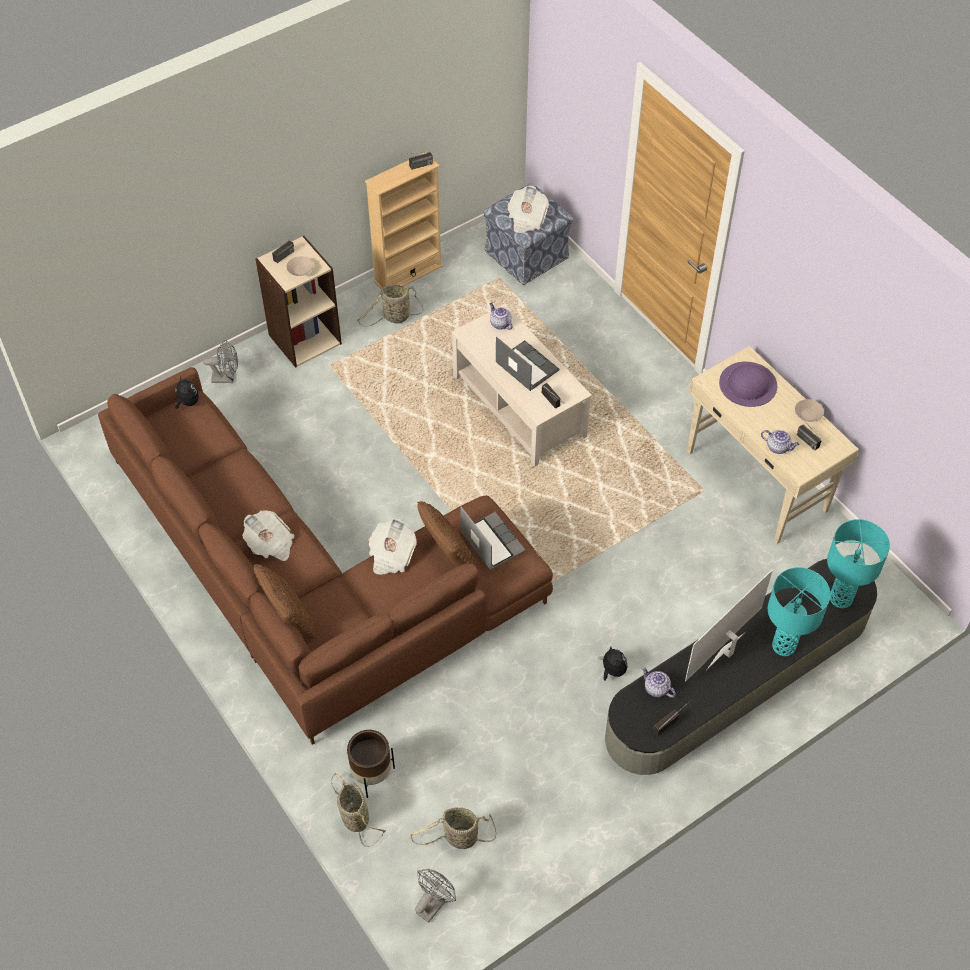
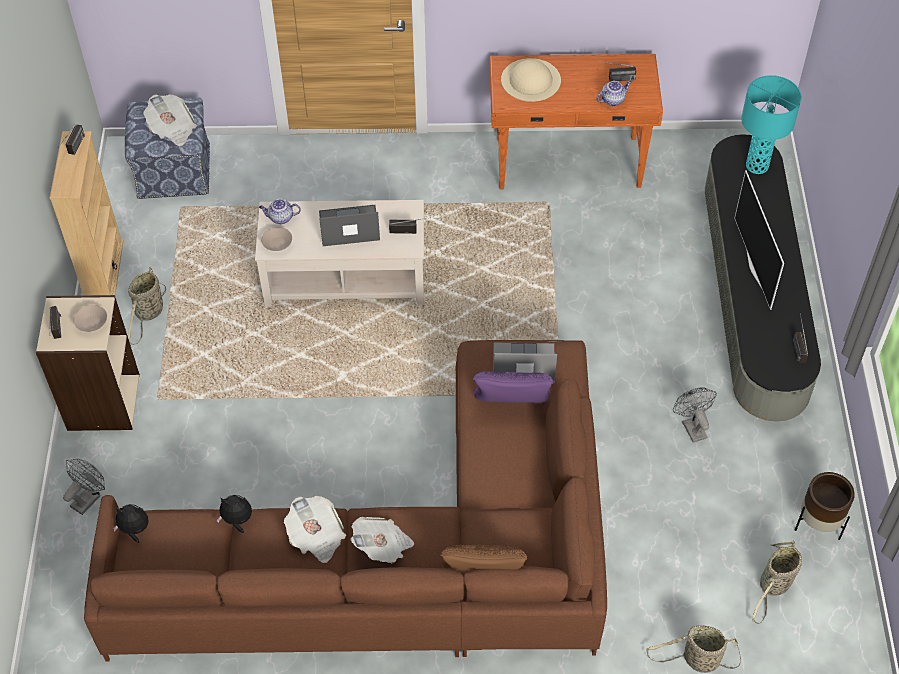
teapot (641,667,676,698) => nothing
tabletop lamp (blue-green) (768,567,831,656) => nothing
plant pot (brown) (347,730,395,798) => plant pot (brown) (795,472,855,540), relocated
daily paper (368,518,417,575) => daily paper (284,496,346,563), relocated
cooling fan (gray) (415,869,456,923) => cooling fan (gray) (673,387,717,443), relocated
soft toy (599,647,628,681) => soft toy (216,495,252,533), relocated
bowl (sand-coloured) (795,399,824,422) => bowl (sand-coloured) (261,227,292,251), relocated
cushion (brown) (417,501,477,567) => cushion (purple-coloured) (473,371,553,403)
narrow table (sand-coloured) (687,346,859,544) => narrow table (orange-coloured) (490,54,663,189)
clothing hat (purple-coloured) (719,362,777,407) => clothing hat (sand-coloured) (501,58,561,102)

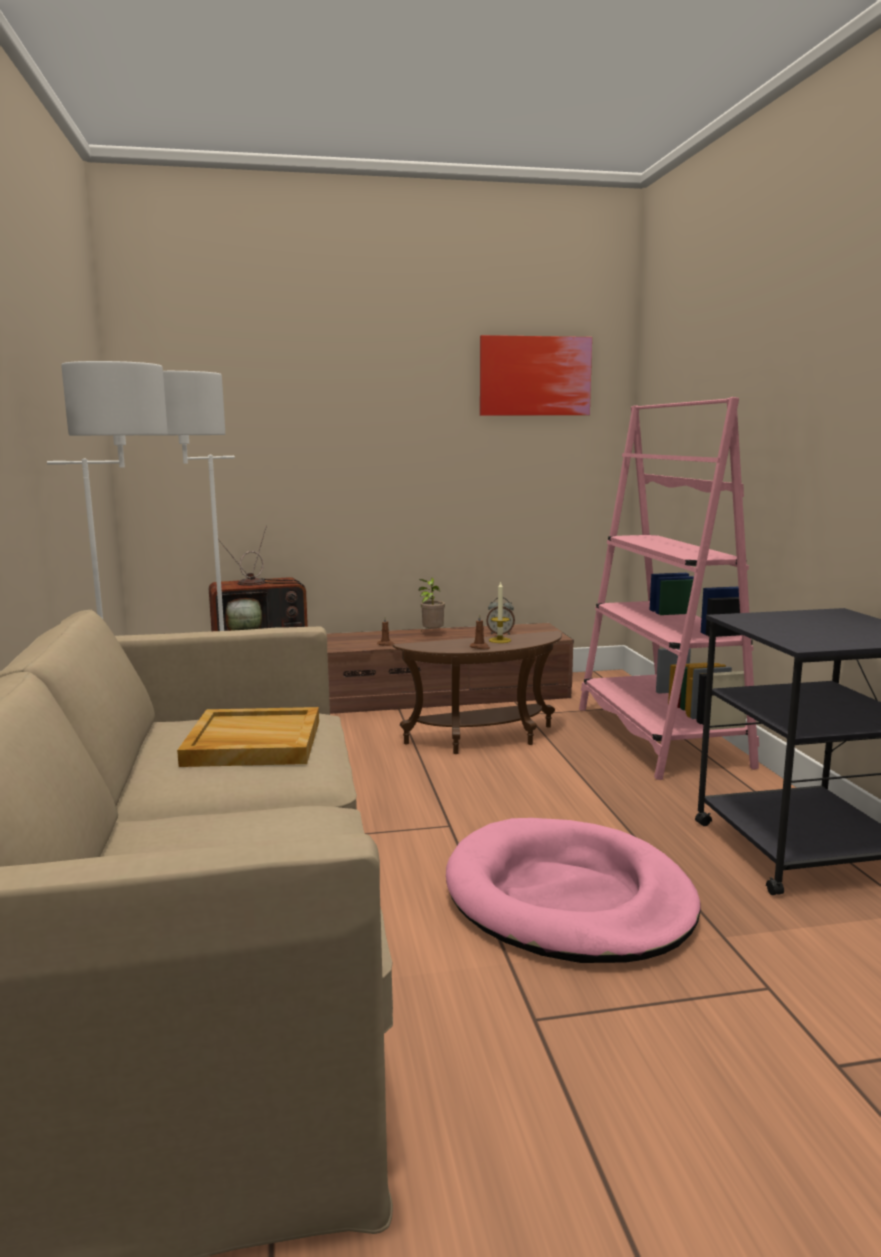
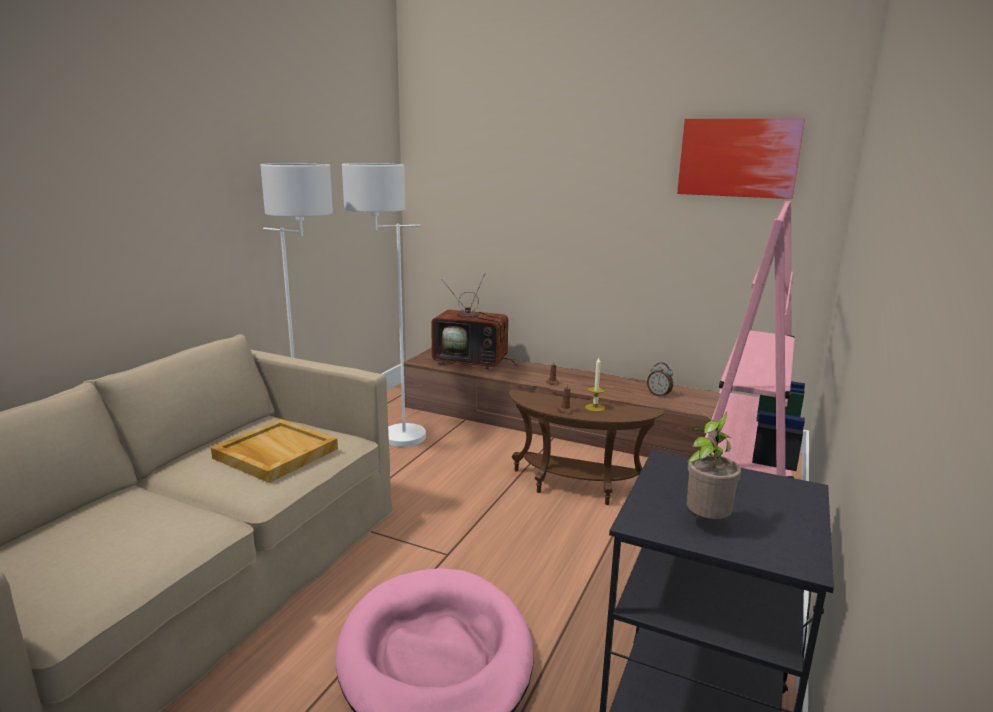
plant in a pot (419,578,445,631) => plant in a pot (687,409,741,519), relocated

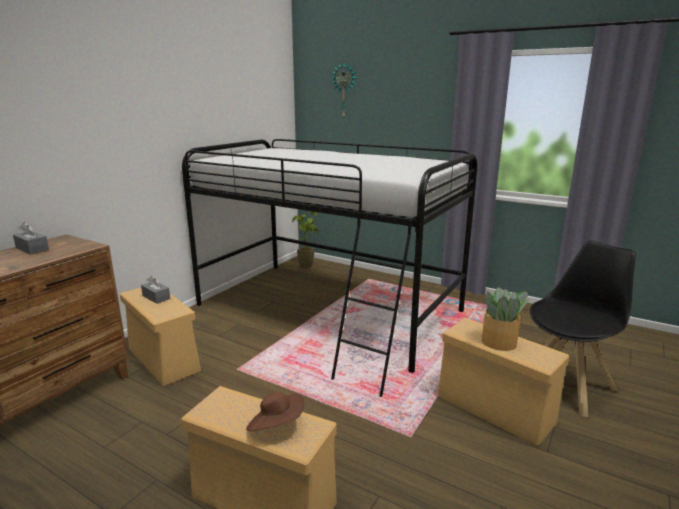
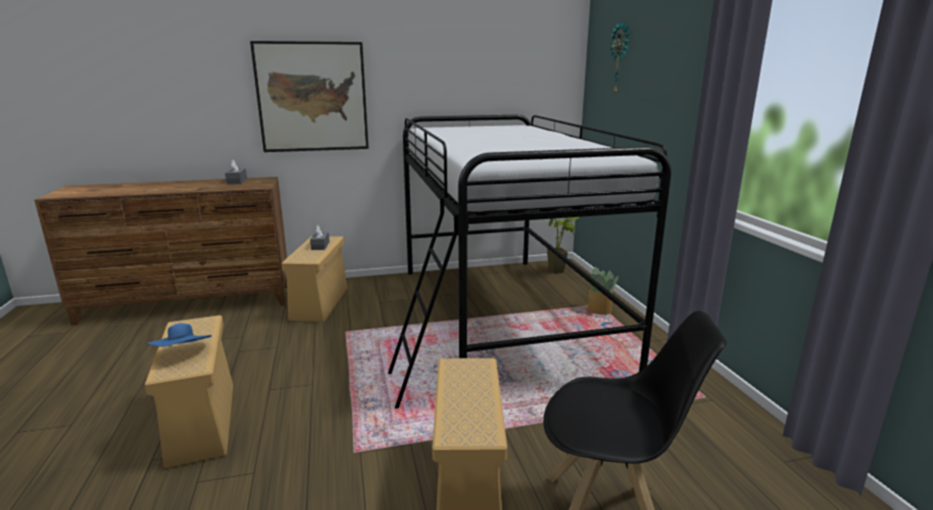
nothing => picture (250,41,369,152)
plant in a pot (482,287,530,351) => plant in a pot (586,267,619,315), relocated
clothing hat (brown) (246,392,304,431) => clothing hat (blue-coloured) (147,323,212,347)

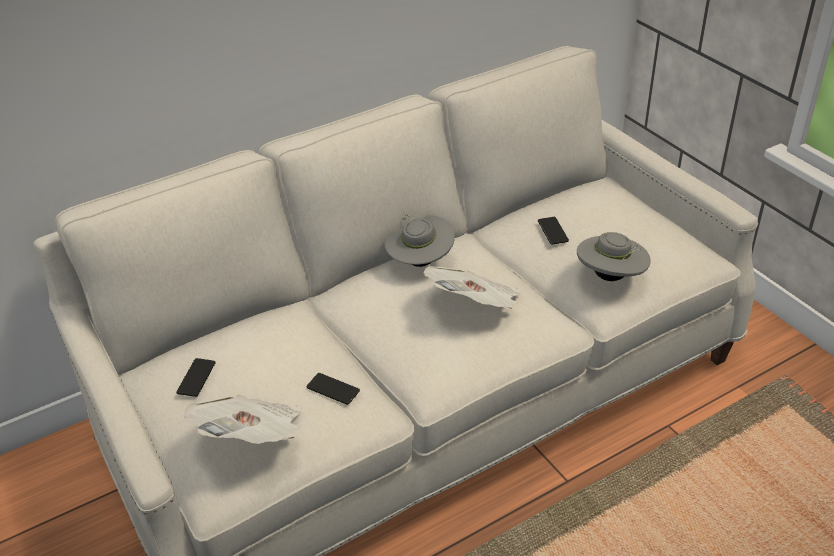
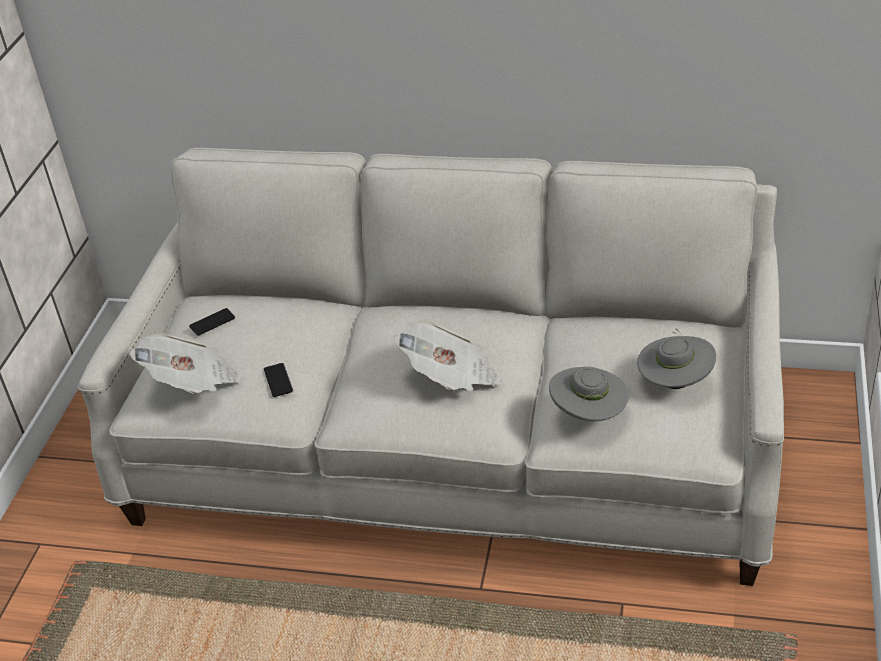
phone (538,217,569,245) => nothing
clothing hat (gray) (384,214,455,267) => clothing hat (gray) (637,329,716,389), relocated

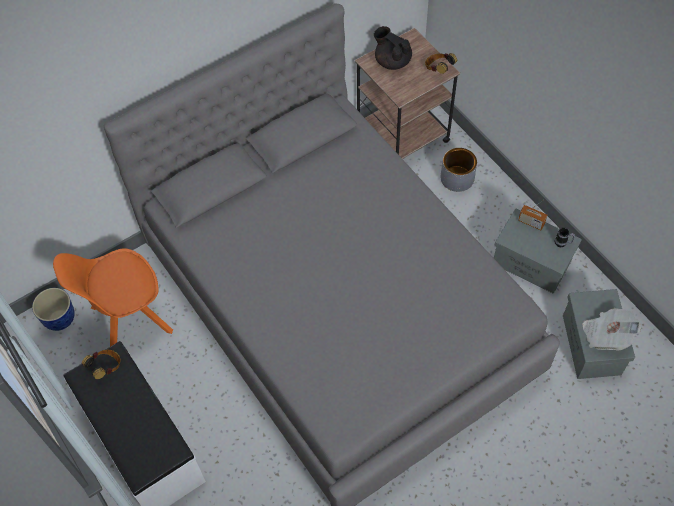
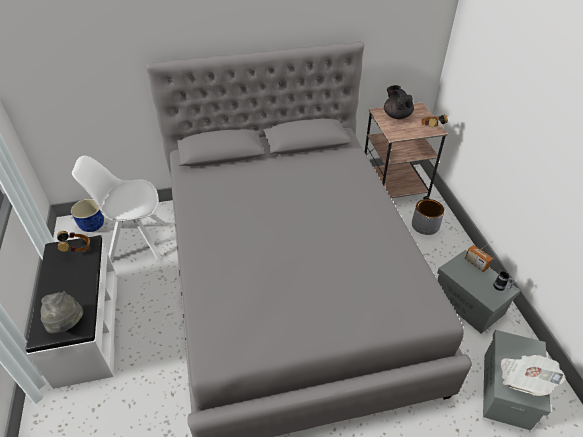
nothing => clothing hat (gray) (41,291,83,333)
plain chair (orange-coloured) (53,249,173,347) => plain chair (white) (72,156,167,261)

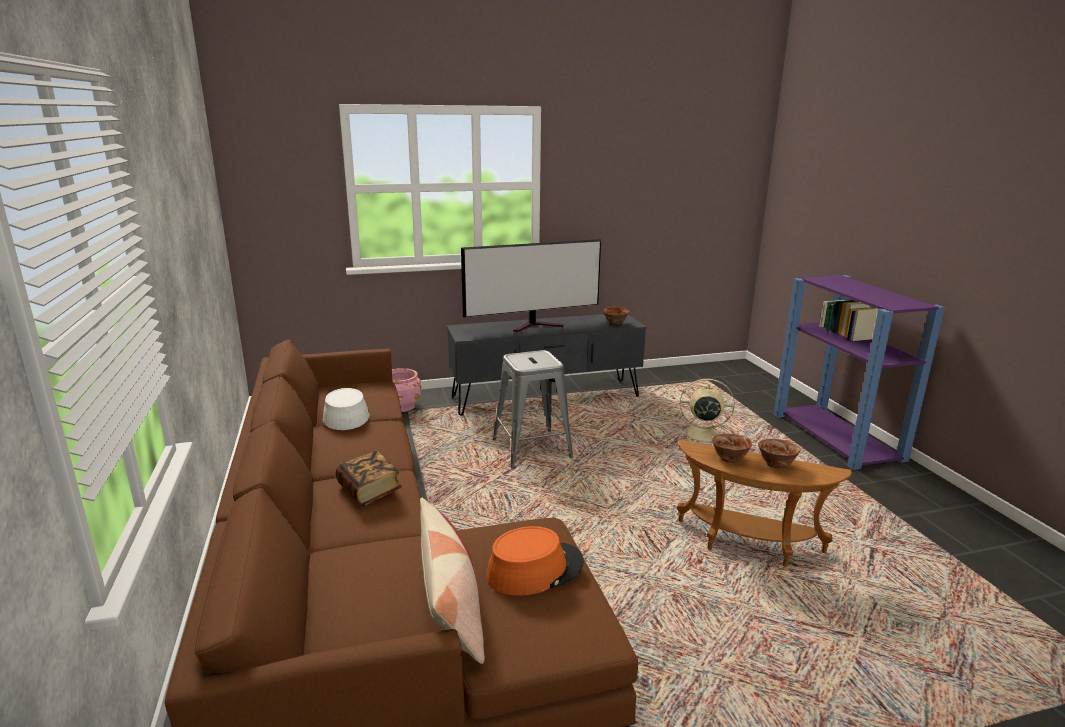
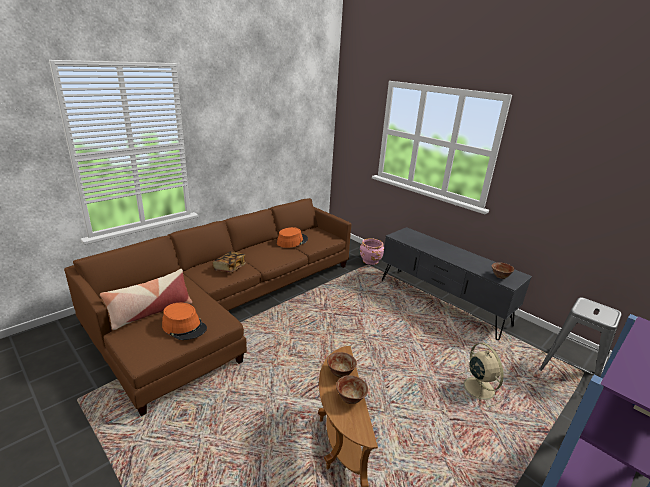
television (461,239,601,332) => nothing
stool seat (gray) (493,350,573,468) => stool seat (gray) (539,297,622,377), relocated
clothing hat (white) (323,388,370,430) => clothing hat (orange-coloured) (277,227,308,248)

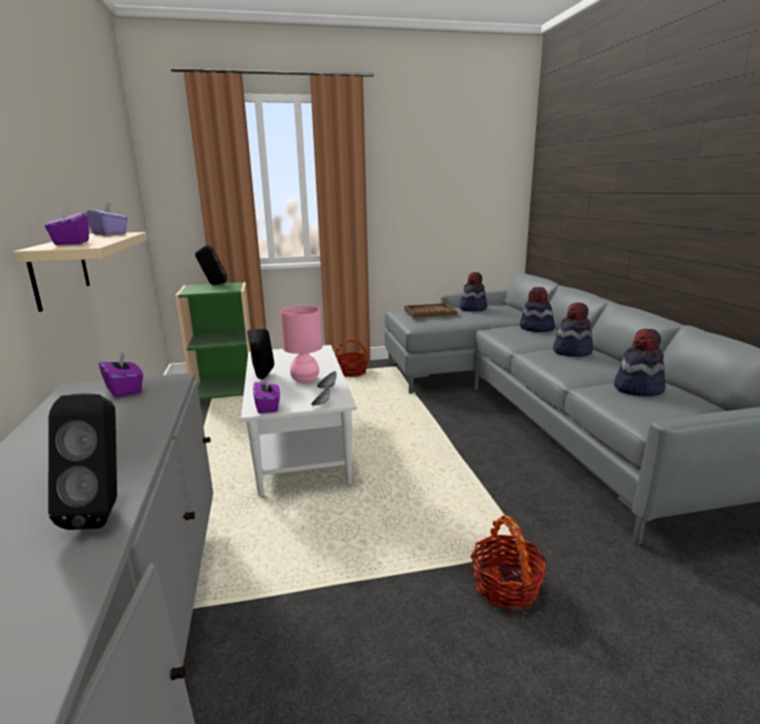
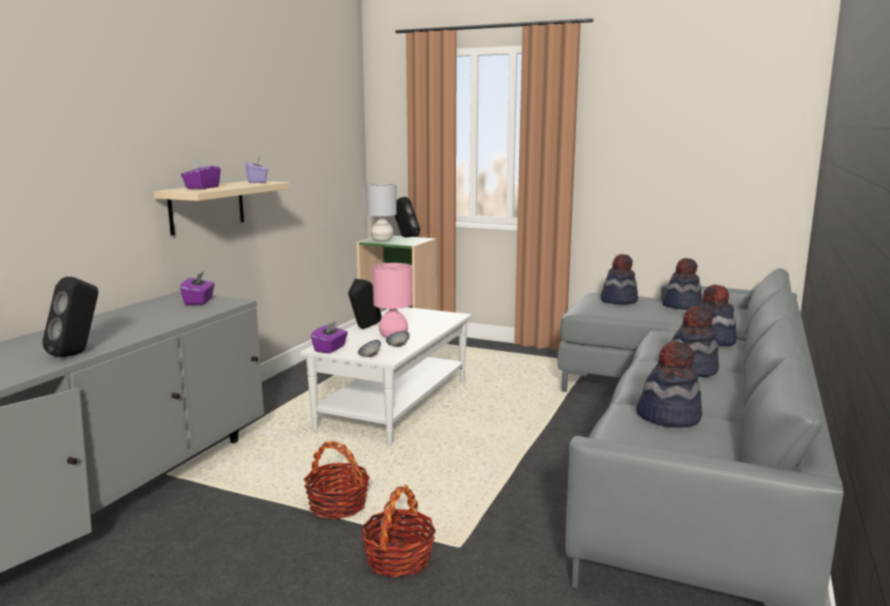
nothing => tabletop lamp (gray) (366,184,397,242)
household basket (335,339,369,377) => household basket (304,441,370,519), relocated
carrying tray (brown) (404,303,457,318) => clothing hat (601,254,638,305)

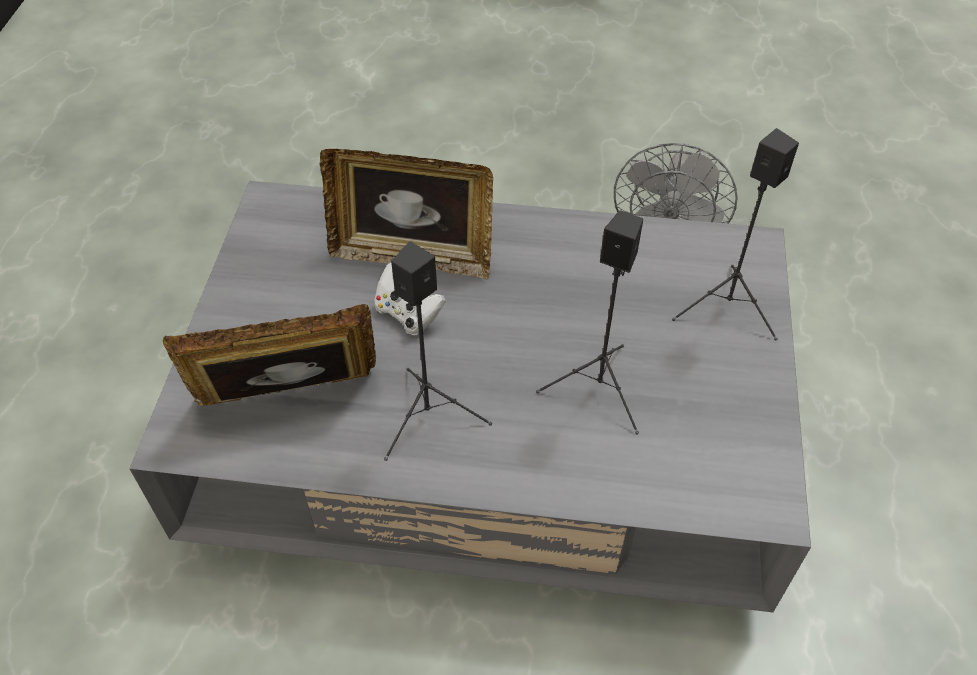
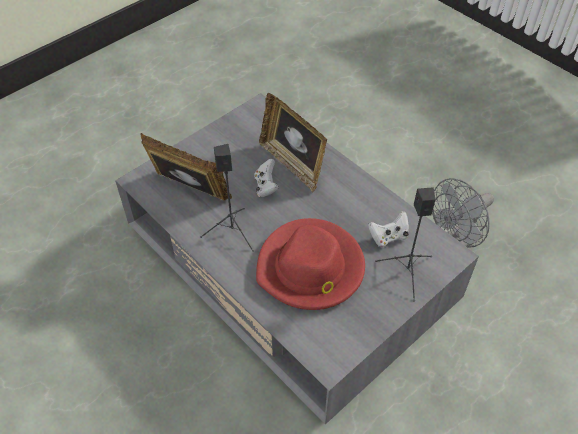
nothing => gamepad (white) (368,211,409,247)
audio speaker (black) (536,210,643,434) => clothing hat (red-coloured) (256,218,365,310)

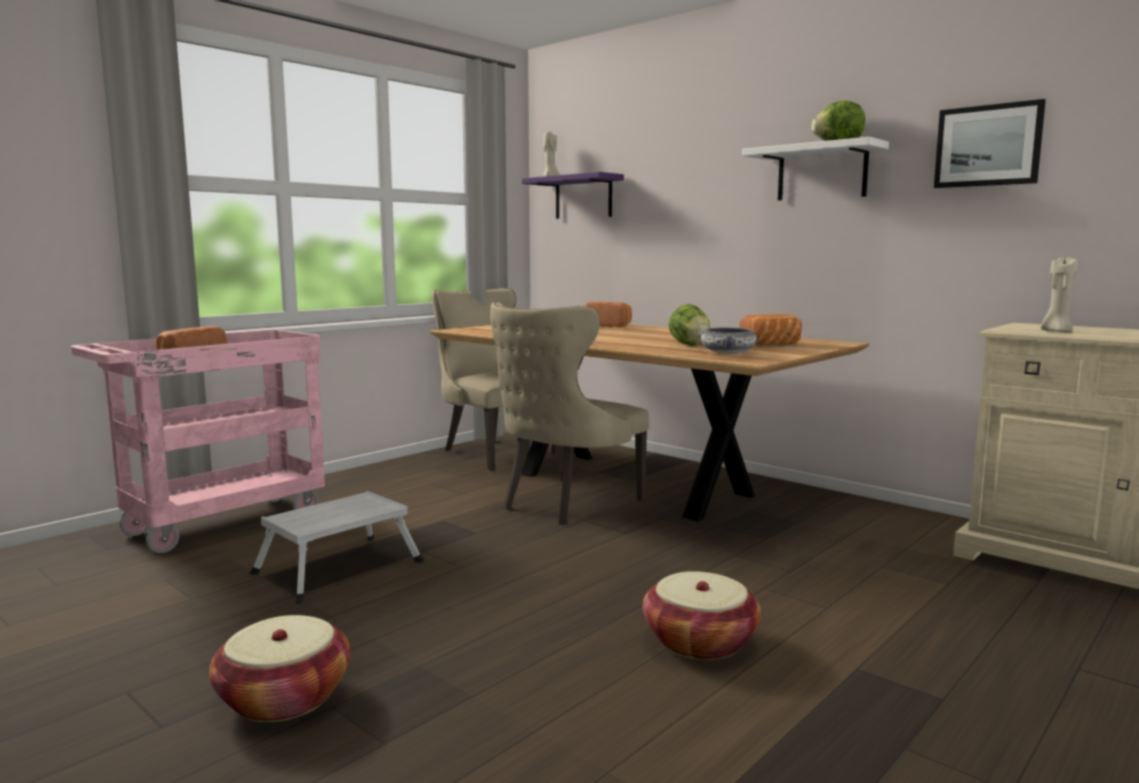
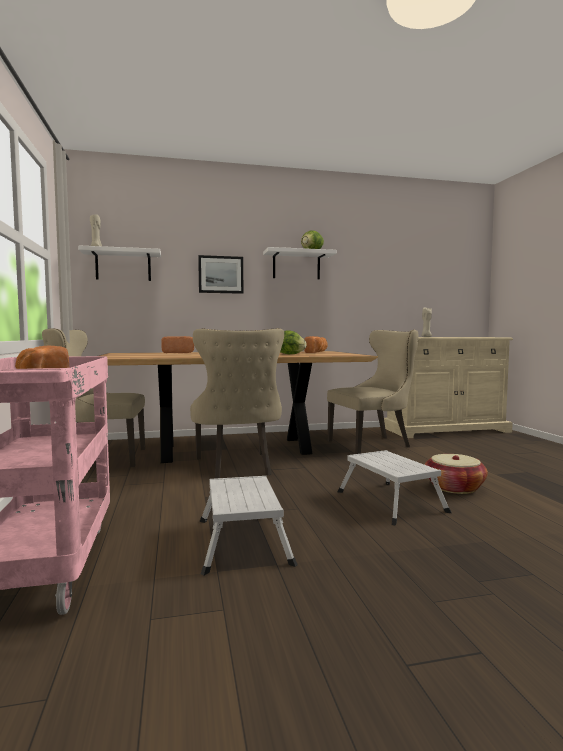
household basket (209,615,351,722) => nothing
bowl (698,328,759,354) => nothing
nothing => plain chair (sand-coloured) (327,330,419,454)
nothing => step ladder (white) (337,450,452,526)
picture (934,99,1046,188) => picture (198,255,243,294), relocated
wall shelf (purple-coloured) (522,172,624,219) => wall shelf (white) (78,245,161,281)

